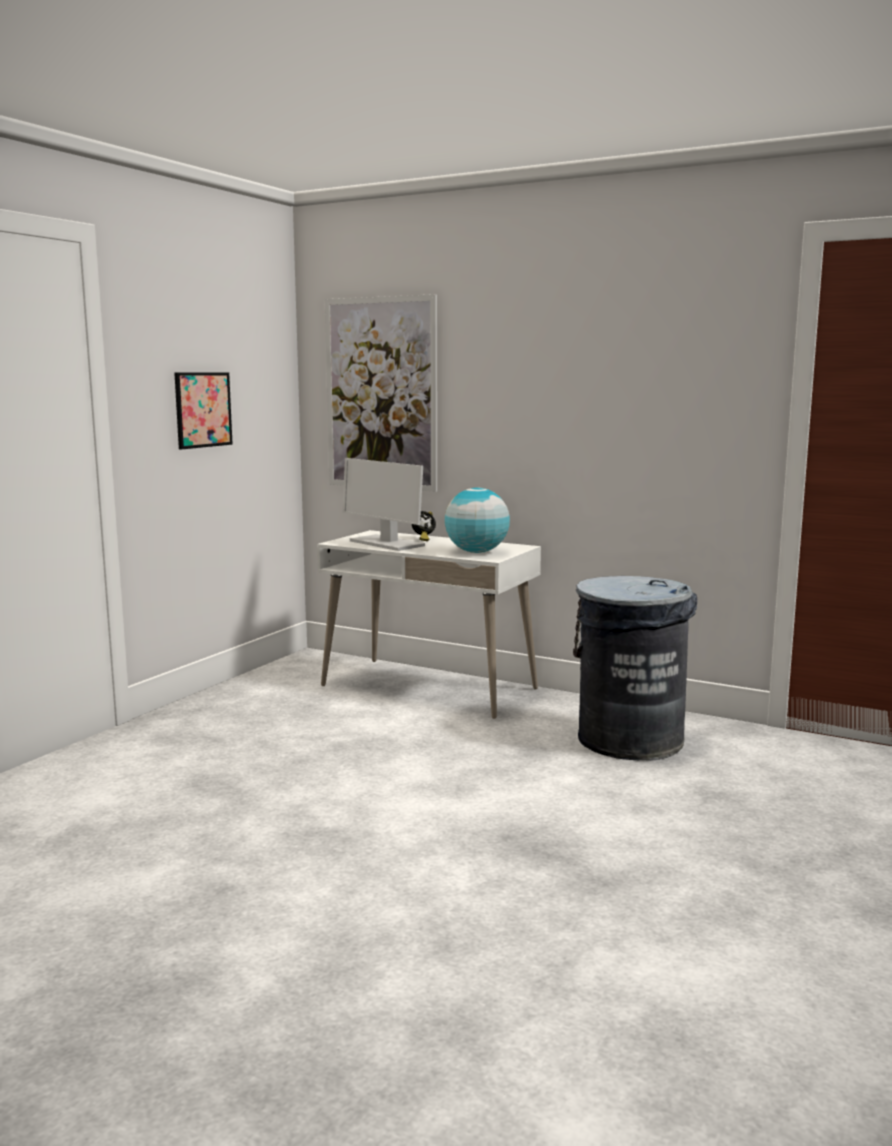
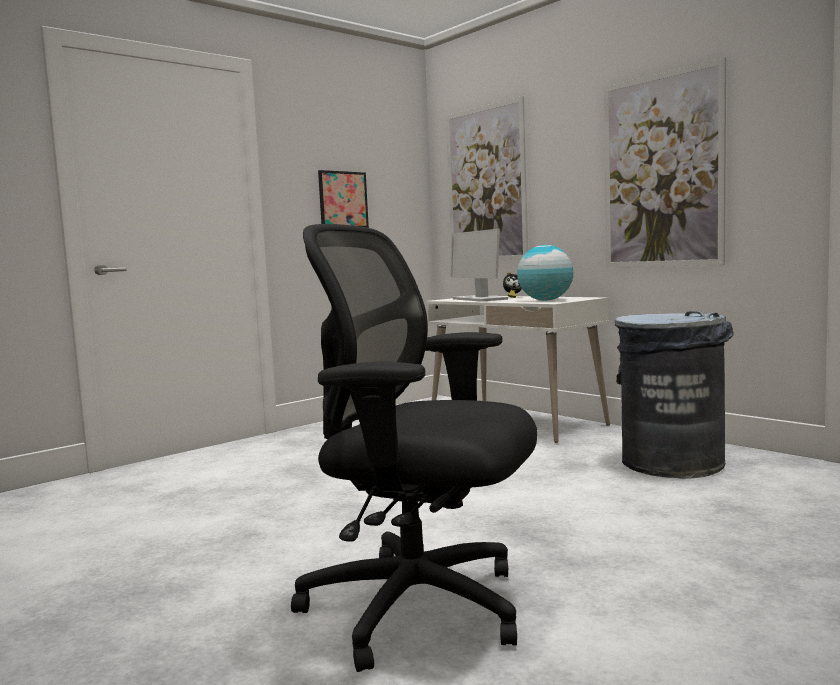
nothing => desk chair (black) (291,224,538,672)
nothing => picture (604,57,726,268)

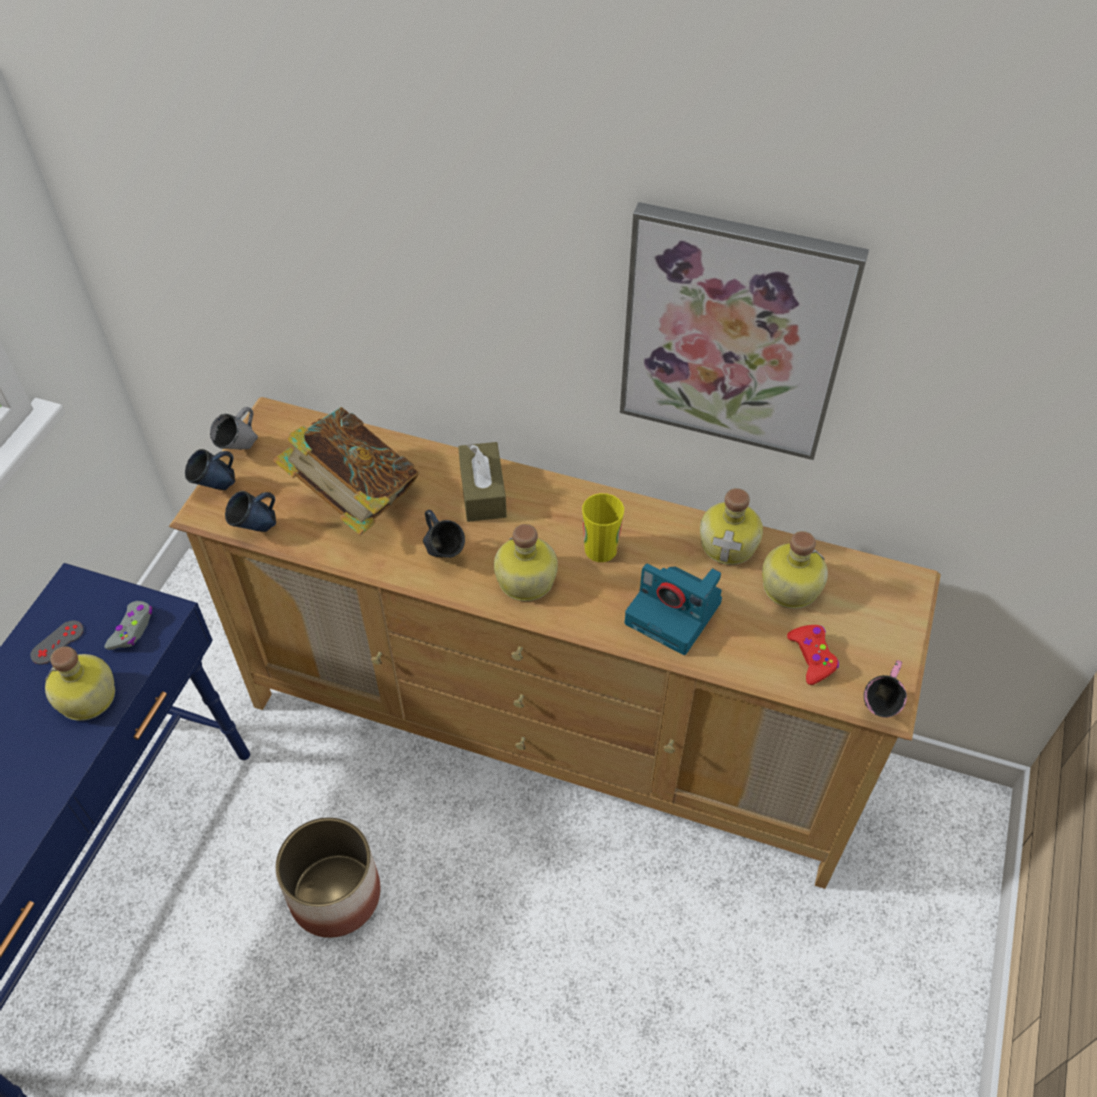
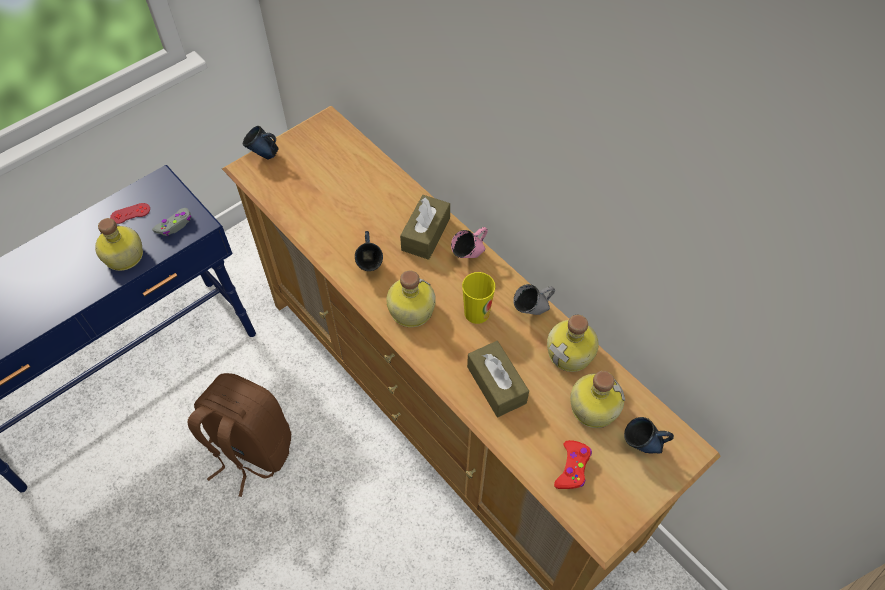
volume (274,407,419,535) => nothing
picture (620,202,869,460) => nothing
mug (gray) (210,407,258,450) => mug (gray) (514,284,555,315), relocated
mug (blue-coloured) (225,491,276,532) => mug (blue-coloured) (624,417,674,454), relocated
mug (pinkish) (864,660,907,718) => mug (pinkish) (451,227,488,258), relocated
plant pot (275,817,380,938) => rucksack (brown) (188,373,291,497)
photo camera (625,564,722,655) => box of tissues (brown) (467,341,529,417)
gamepad (gray) (30,620,84,665) => gamepad (red-coloured) (110,203,150,224)

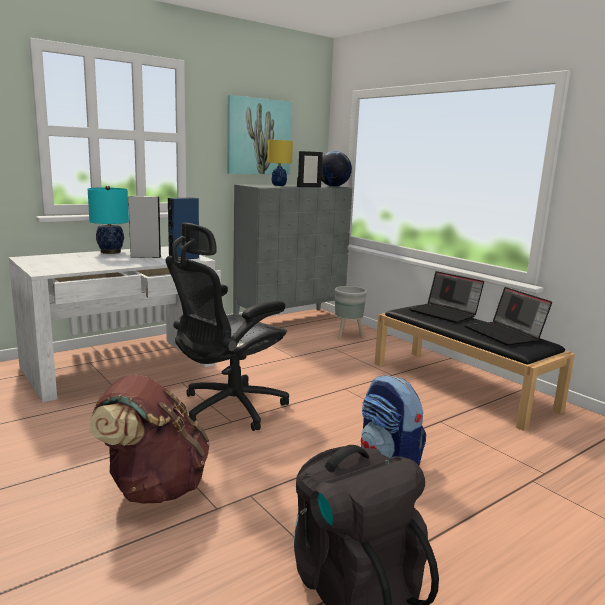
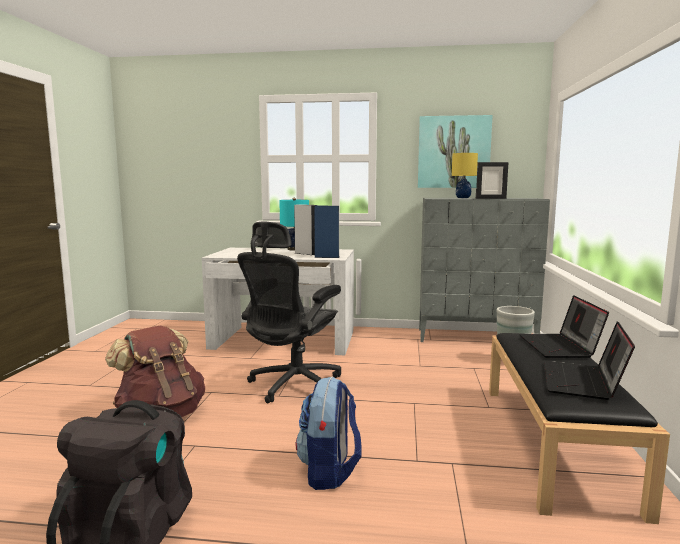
globe (321,151,352,187) => nothing
desk chair (166,223,289,431) => desk chair (237,222,341,404), 60 degrees counterclockwise

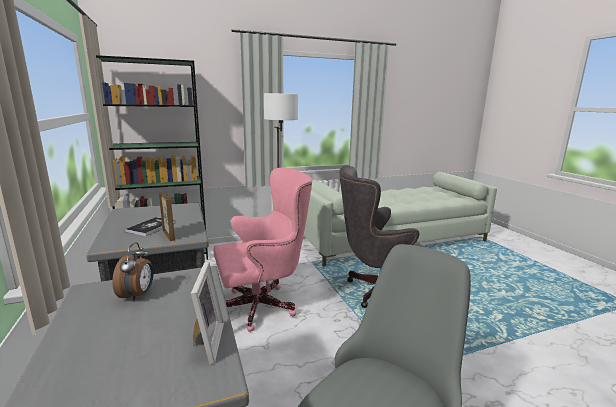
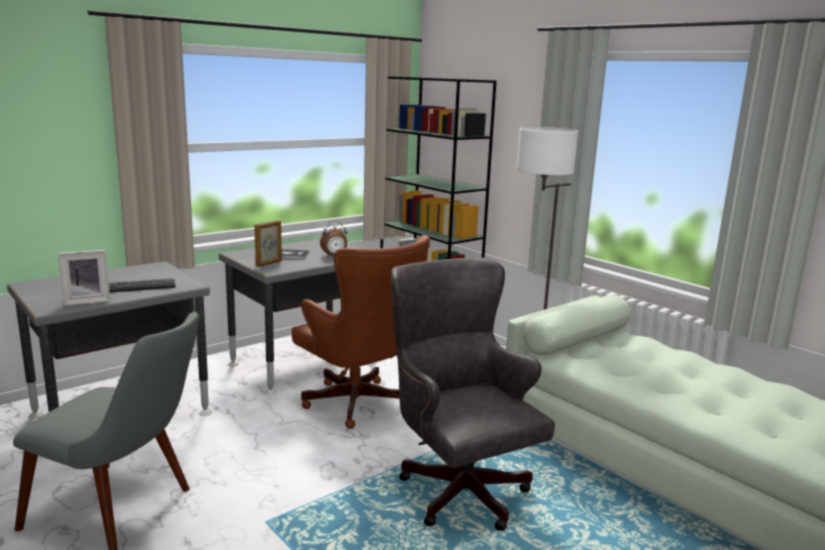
nothing => PC keyboard (109,279,176,292)
table clock (112,242,154,302) => table clock (320,221,347,257), relocated
desk chair (pinkish) (213,167,312,332) => desk chair (brown) (292,235,430,429)

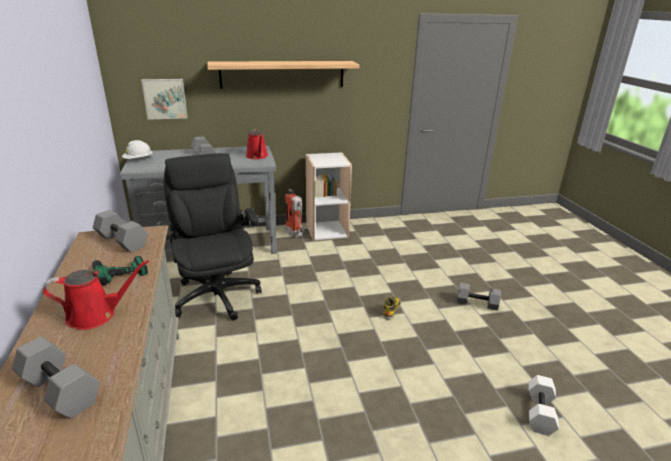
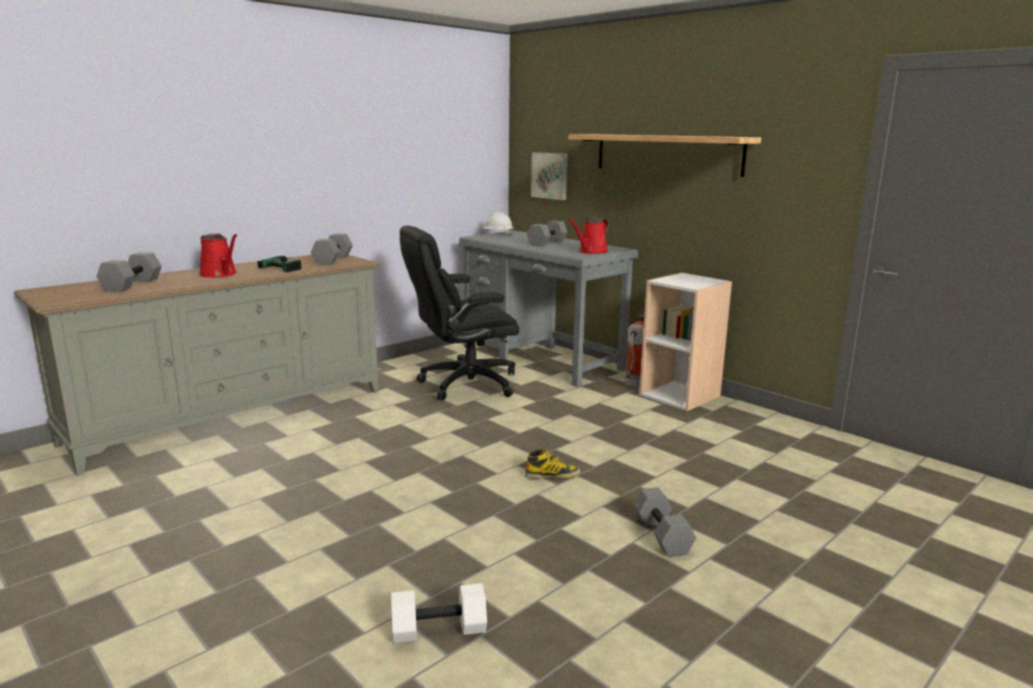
desk chair (black) (160,153,262,320) => desk chair (black) (400,226,519,400), 150 degrees counterclockwise

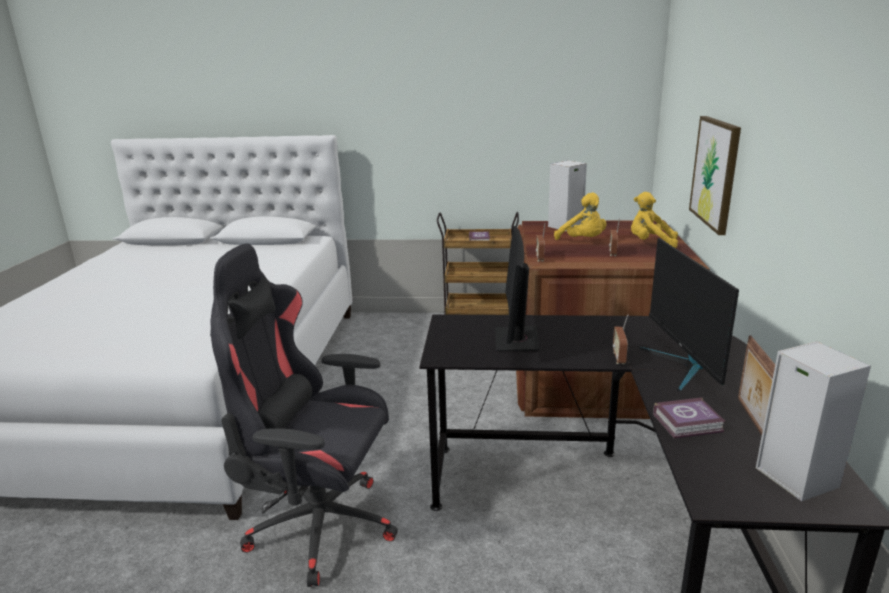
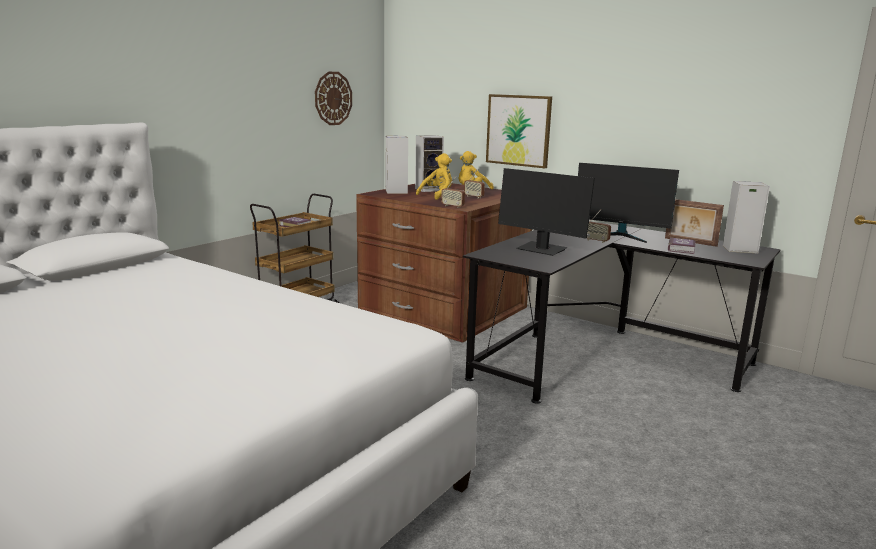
desk chair (black) (210,244,398,587) => nothing
nothing => hanging clock (315,71,352,125)
nothing => audio speaker (415,135,444,192)
soft toy (yellow-coloured) (554,192,606,240) => soft toy (yellow-coloured) (416,153,452,200), 45 degrees counterclockwise

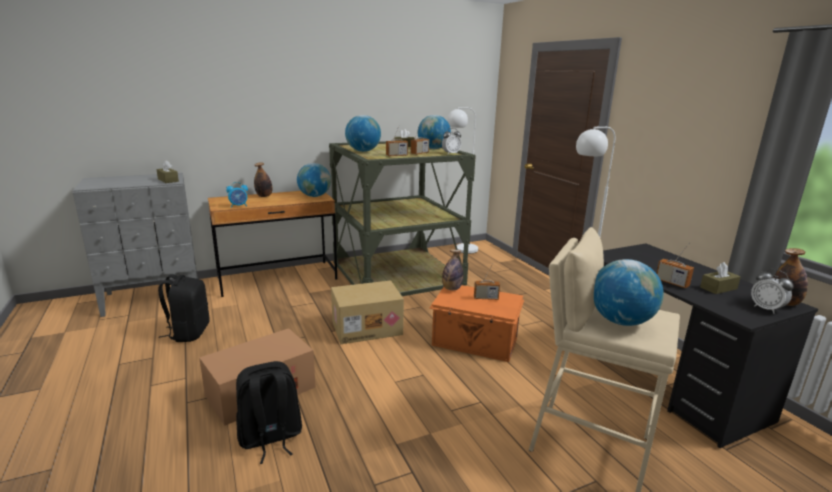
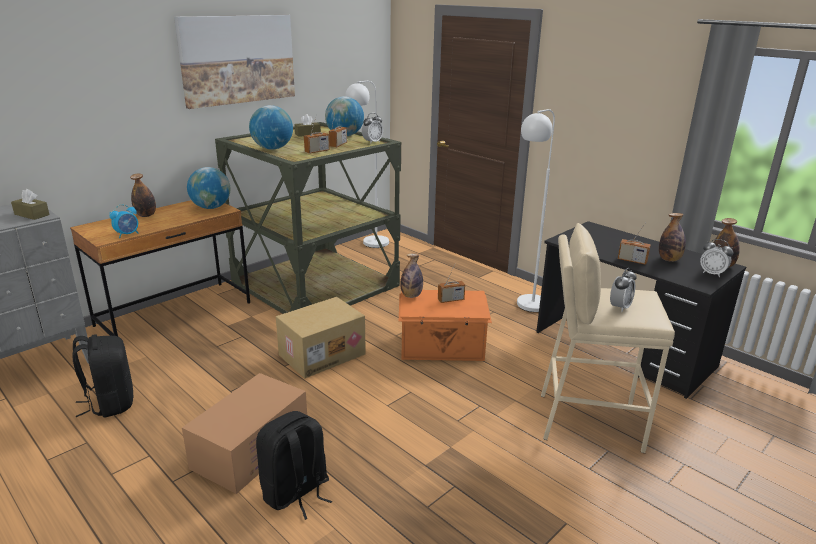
nothing => picture (174,15,295,109)
globe (594,259,664,326) => table clock (610,268,636,312)
box of tissues (brown) (700,262,741,294) => beverage bottle (659,213,686,262)

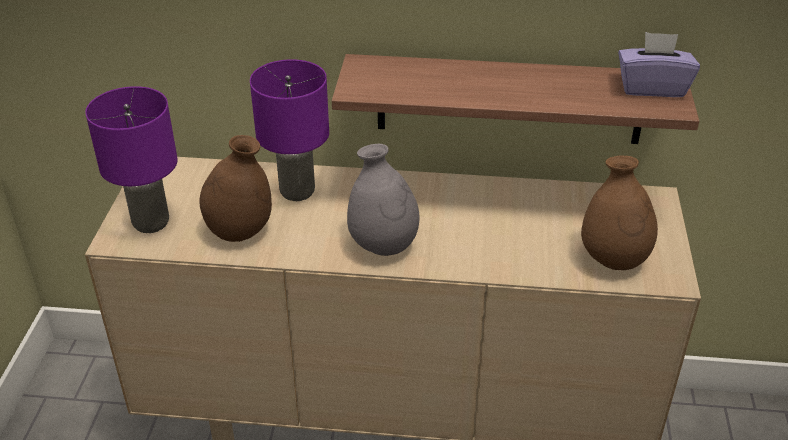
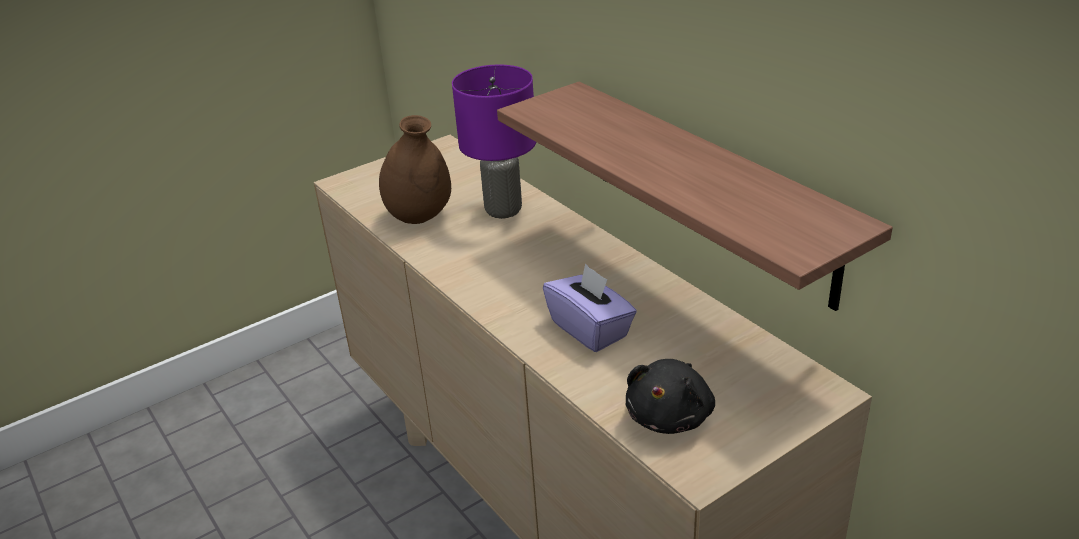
tabletop lamp (purple-coloured) (85,86,178,233) => nothing
flower vase (gray) (347,144,420,256) => nothing
box of tissues (purple-coloured) (618,32,700,97) => box of tissues (purple-coloured) (543,263,637,352), relocated
flower vase (brown) (581,156,658,270) => soft toy (black) (625,359,715,434)

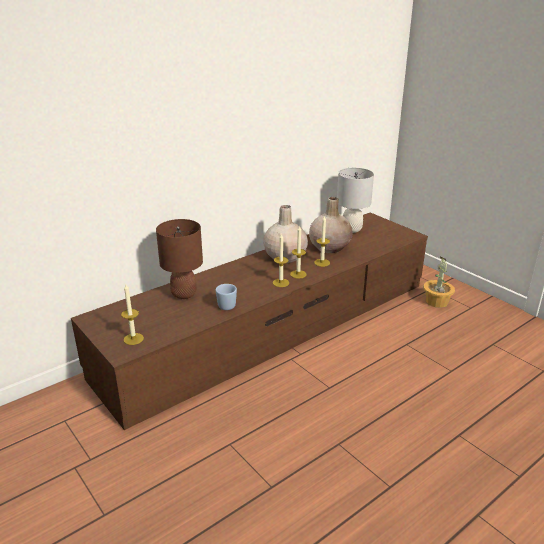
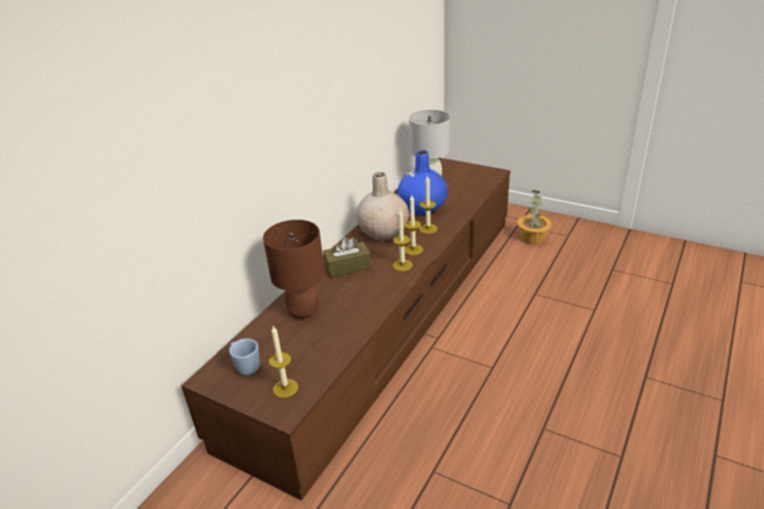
nothing => box of tissues (brown) (323,237,371,278)
mug (blue-coloured) (216,284,237,310) => mug (blue-coloured) (229,338,260,375), relocated
flower vase (sand-coloured) (309,197,353,253) => flower vase (blue-coloured) (398,150,448,216)

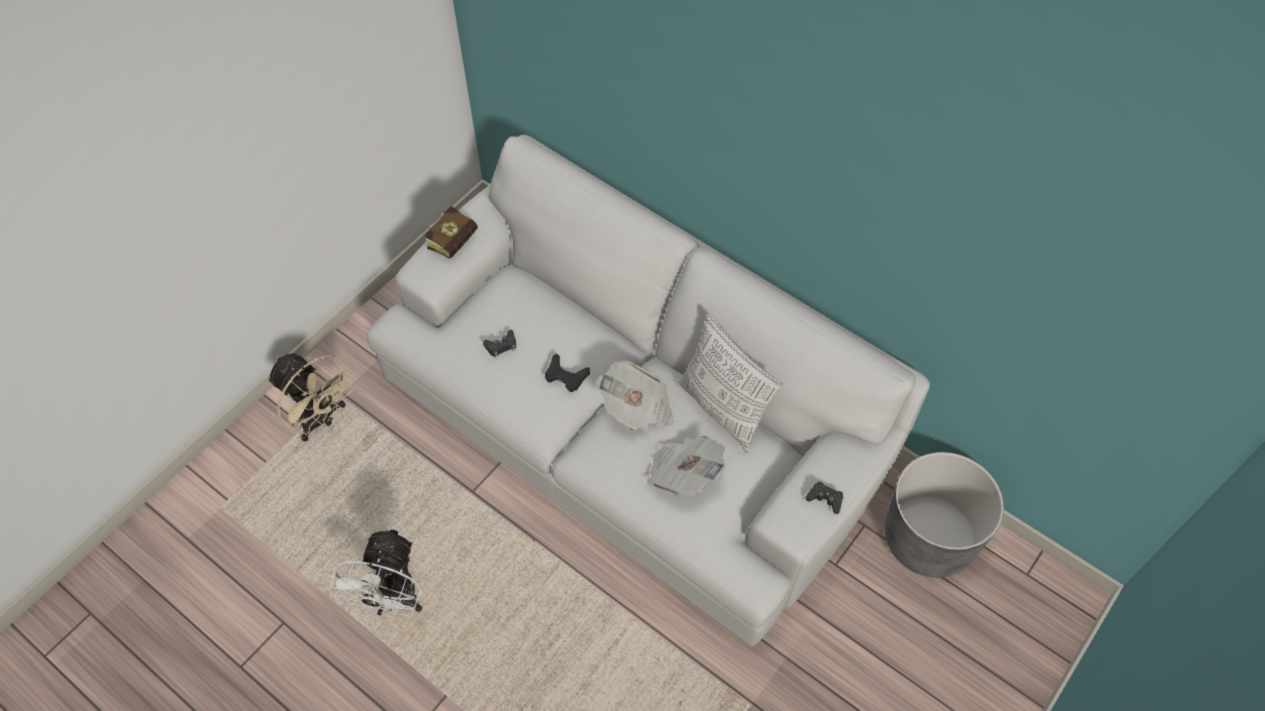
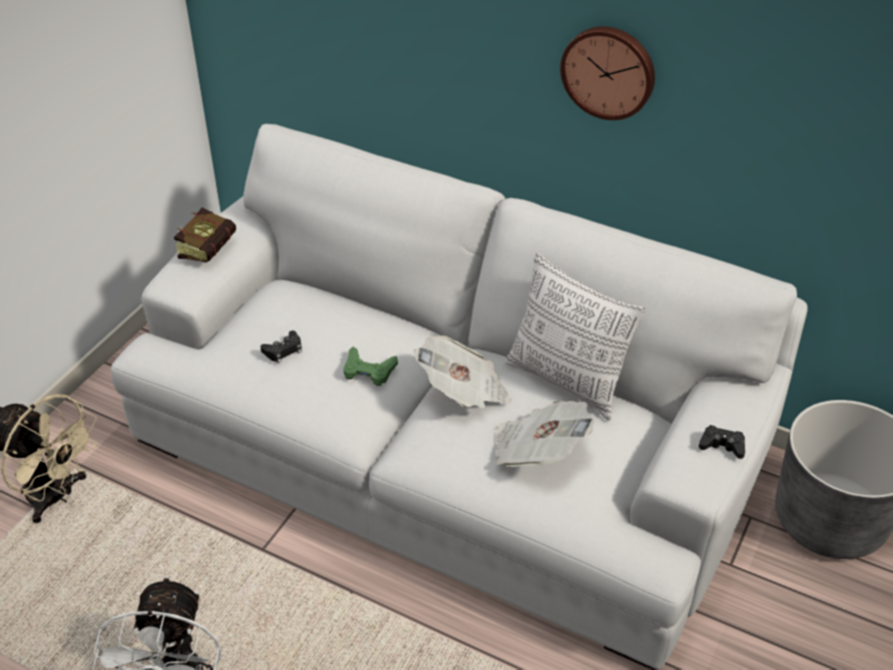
nothing => hanging clock (560,26,655,120)
gamepad (black) (545,353,590,392) => gamepad (greenish) (343,347,398,386)

